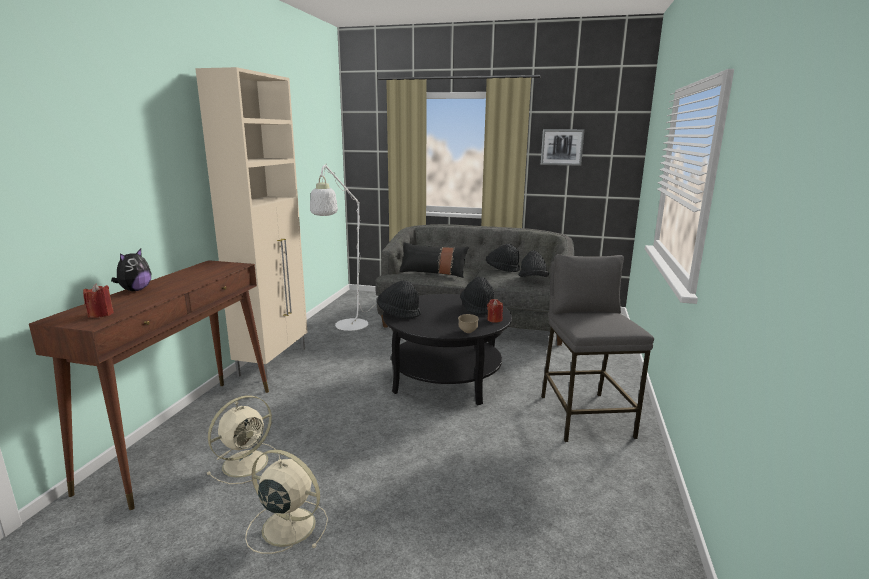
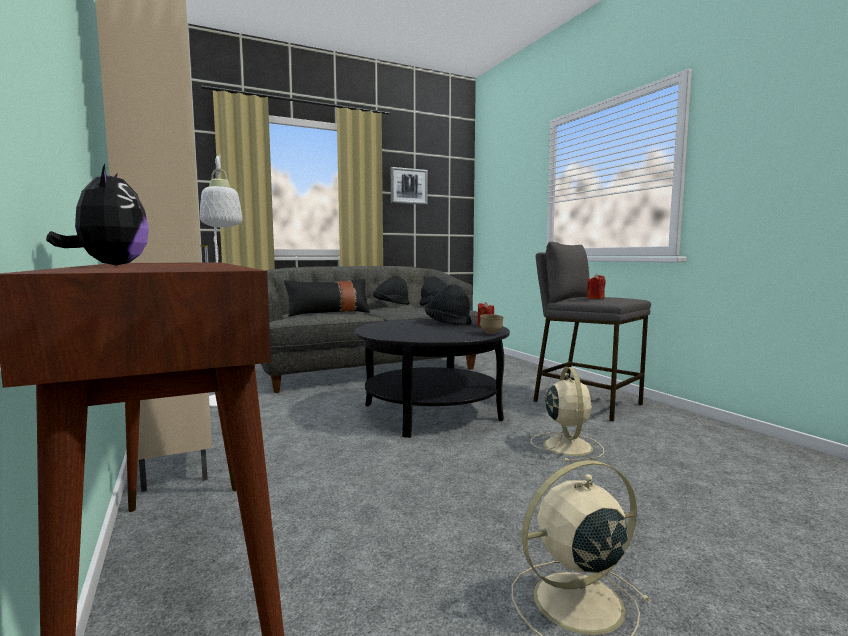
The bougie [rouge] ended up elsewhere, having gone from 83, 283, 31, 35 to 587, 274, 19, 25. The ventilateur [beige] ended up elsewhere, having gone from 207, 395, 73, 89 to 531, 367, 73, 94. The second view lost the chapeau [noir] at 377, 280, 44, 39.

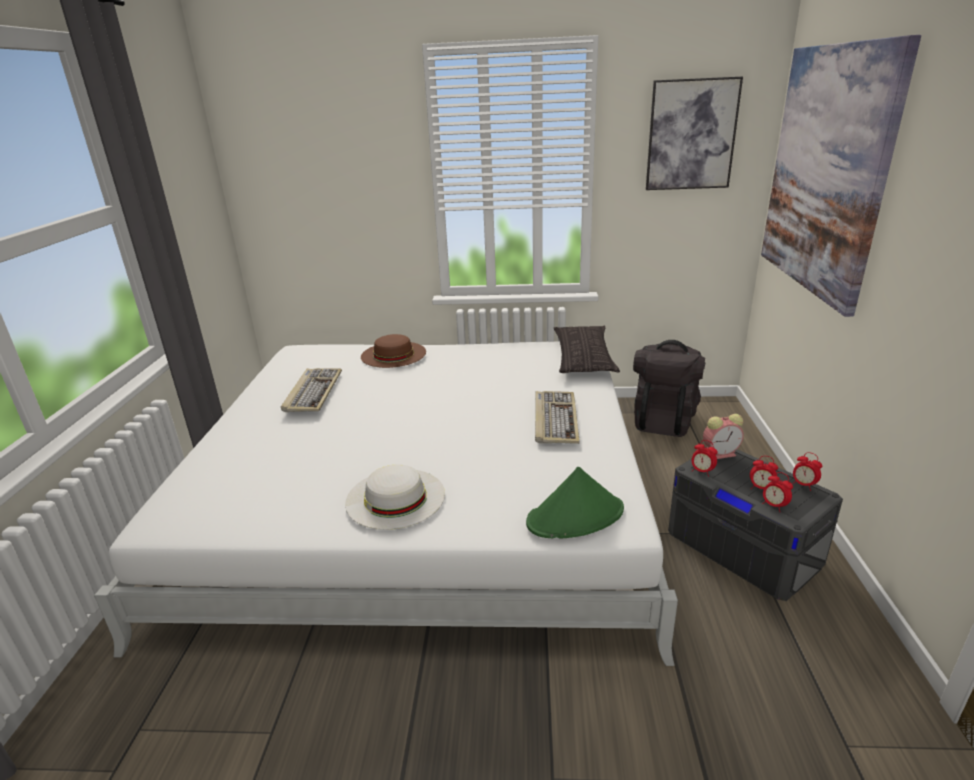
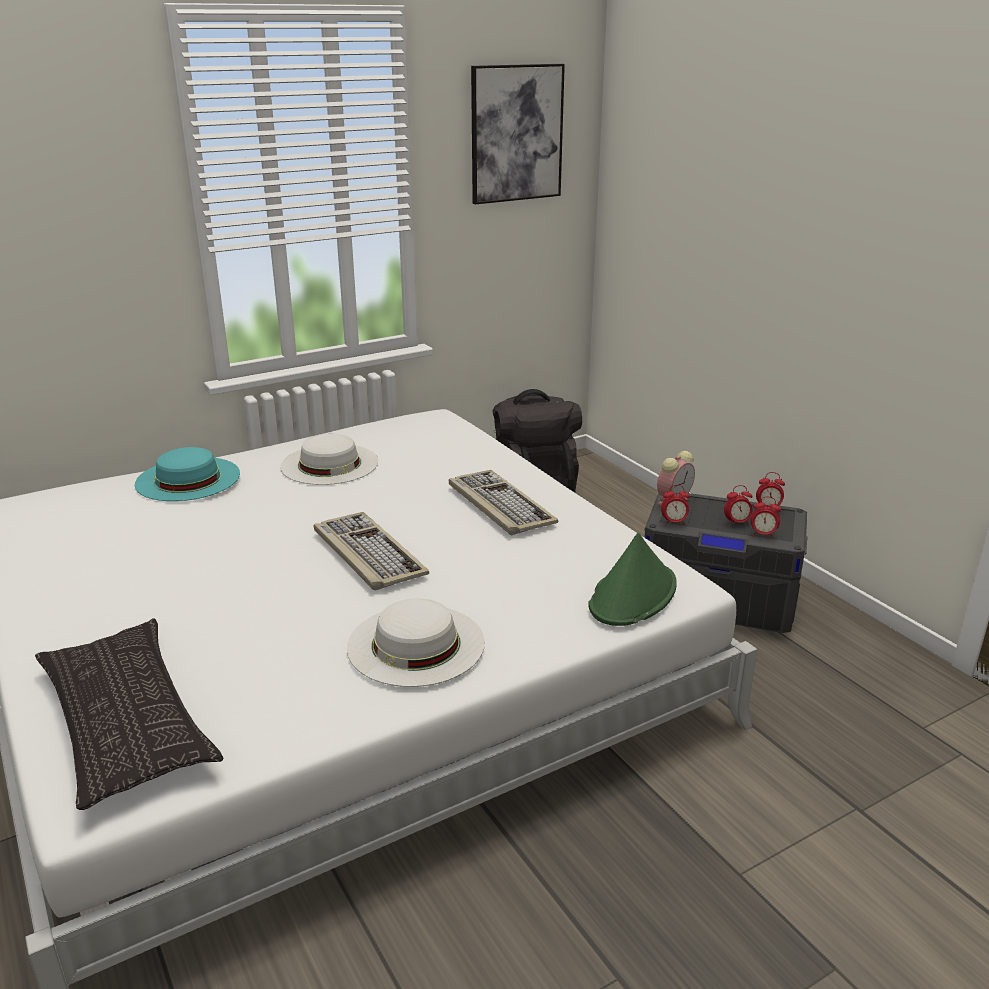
The clavier ended up elsewhere, having gone from 281, 368, 61, 44 to 314, 512, 115, 78. What was the chapeau [marron] at 361, 334, 65, 34 turned into the chapeau [turquoise] at 135, 447, 105, 54. The coussin ended up elsewhere, having gone from 554, 326, 66, 47 to 35, 618, 189, 192. The second view lost the tableau at 761, 35, 160, 282. The second view gained the chapeau [blanc] at 280, 434, 98, 51.

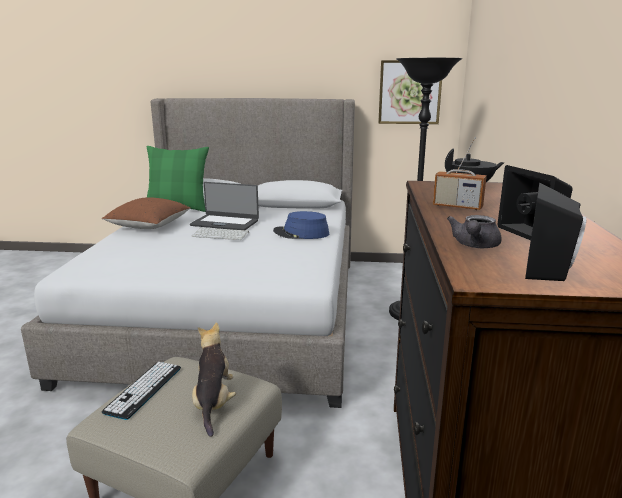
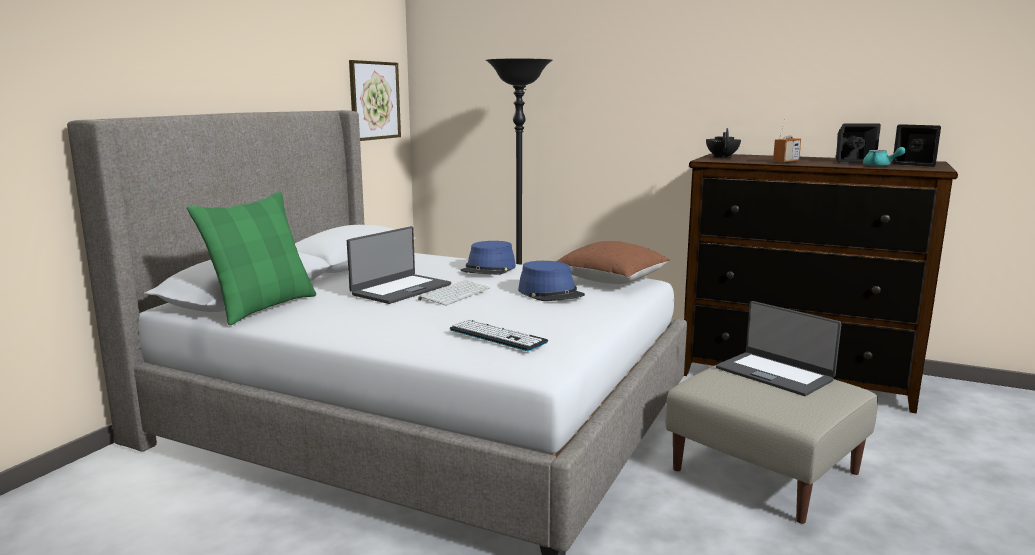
The coussin [marron] ended up elsewhere, having gone from 102, 197, 89, 32 to 556, 241, 114, 43. The clavier ended up elsewhere, having gone from 102, 362, 79, 58 to 450, 319, 98, 32. Where the peluche stood at 192, 322, 44, 115, the ordinateur portable came to stand at 716, 301, 126, 95. What was the théière [gris] at 447, 215, 55, 33 turned into the théière [turquoise] at 863, 147, 43, 19. The second view gained the chapeau [bleu] at 518, 261, 67, 40.

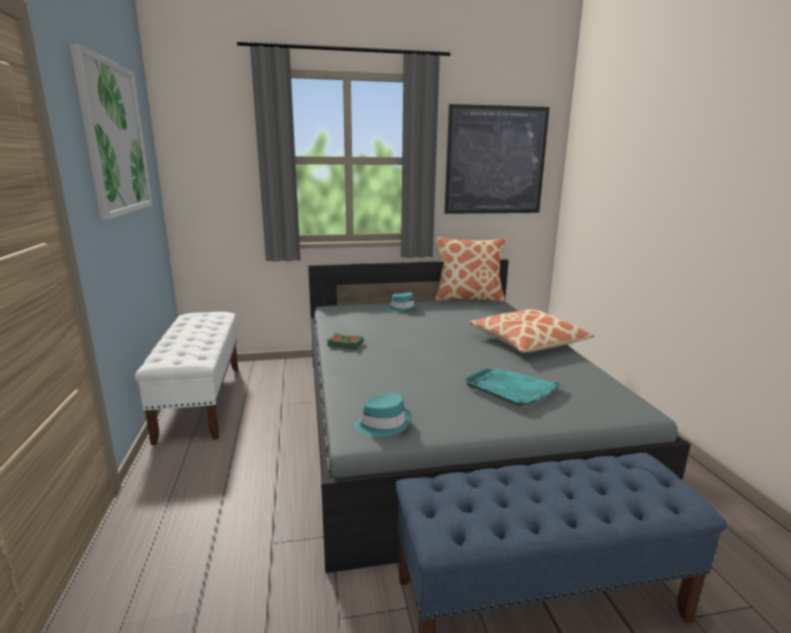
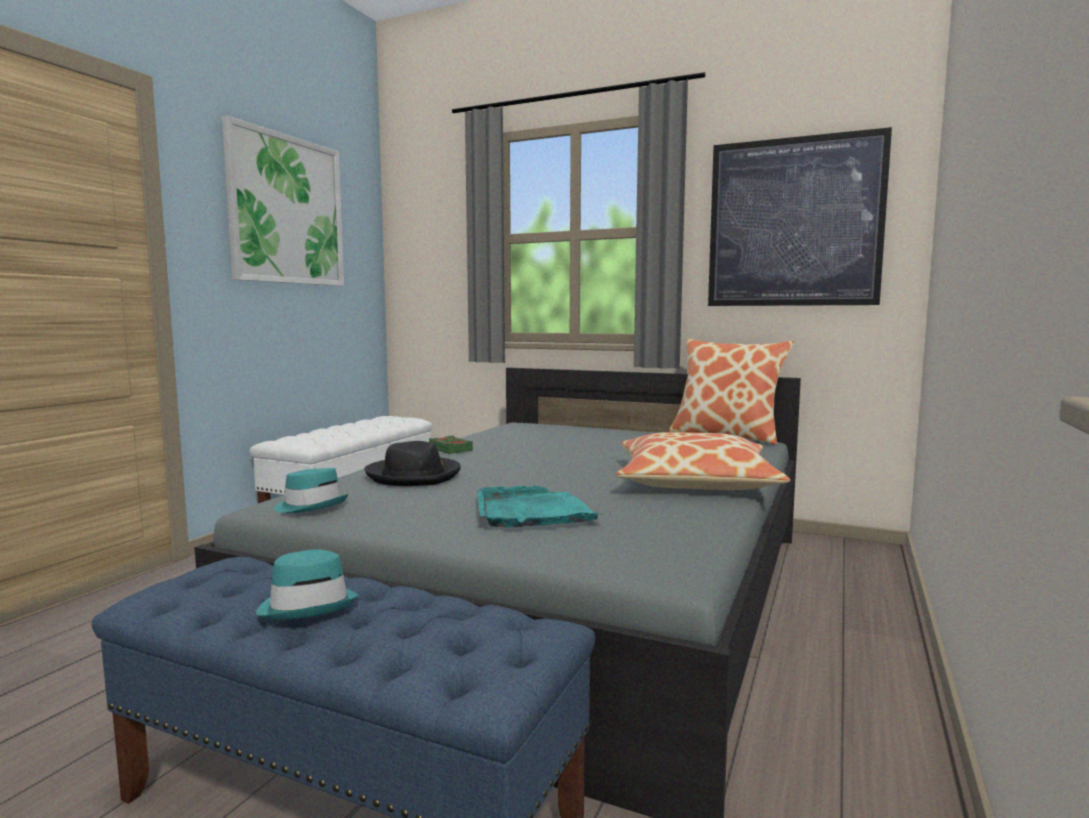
The chapeau [turquoise] ended up elsewhere, having gone from 386, 293, 31, 19 to 256, 549, 103, 71. The second view gained the chapeau [noir] at 364, 441, 97, 45.

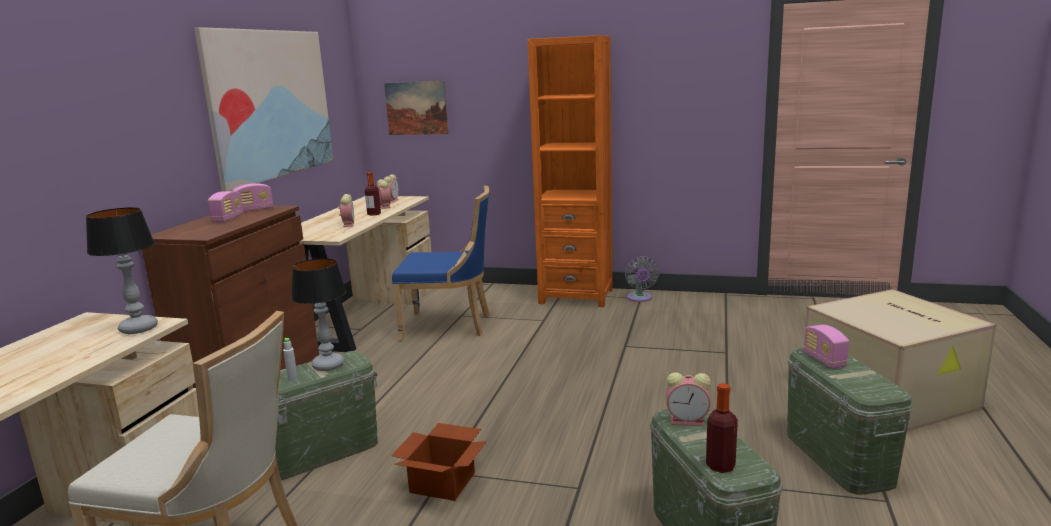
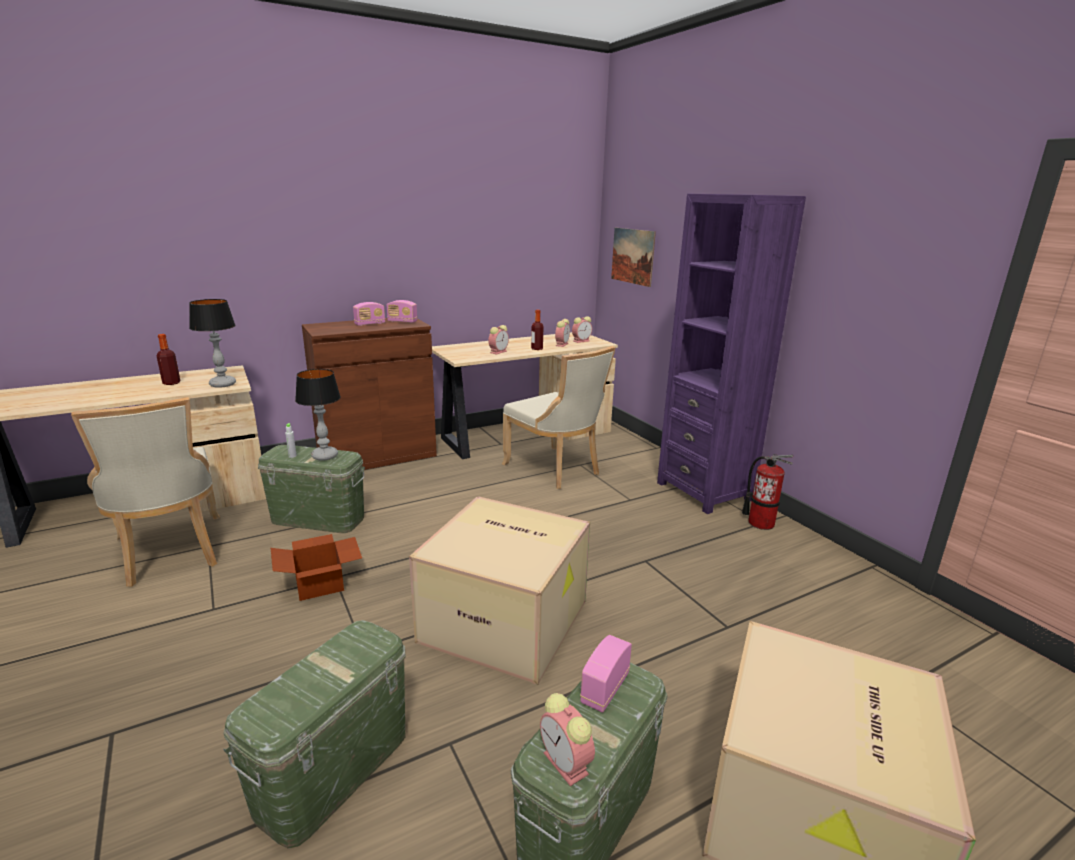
The second view lost the tableau at 194, 27, 140, 164. What was the chaise [bleu] at 392, 186, 98, 155 turned into the chaise [beige] at 502, 346, 114, 143. What was the bibliothèque [orange] at 528, 35, 85, 272 turned into the bibliothèque [violet] at 657, 194, 149, 320. Where the ventilateur [gris] stood at 625, 256, 34, 46, the extincteur came to stand at 742, 454, 51, 76. The réveil ended up elsewhere, having gone from 666, 373, 45, 53 to 540, 693, 55, 93. The bouteille ended up elsewhere, having gone from 706, 383, 32, 90 to 157, 334, 24, 51. The second view gained the carton at 409, 496, 181, 189.

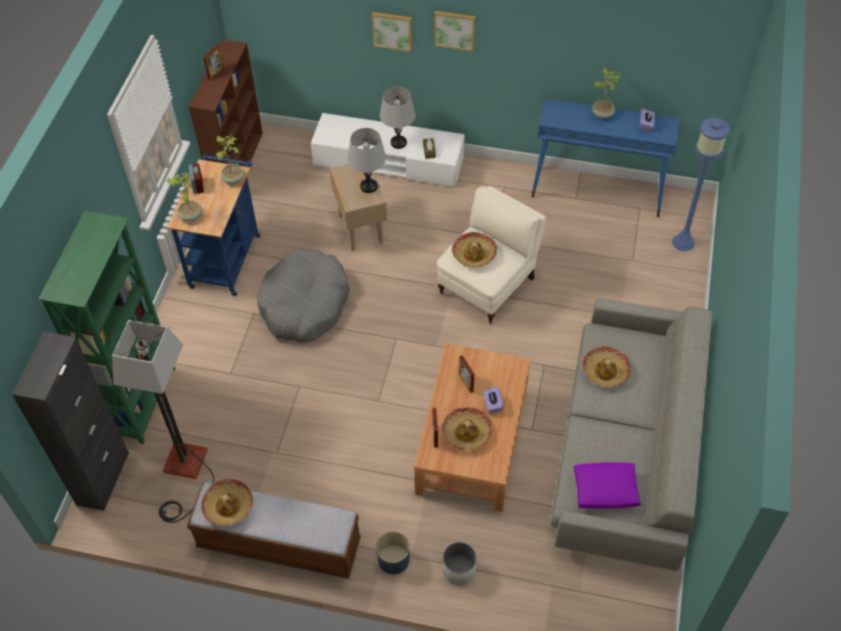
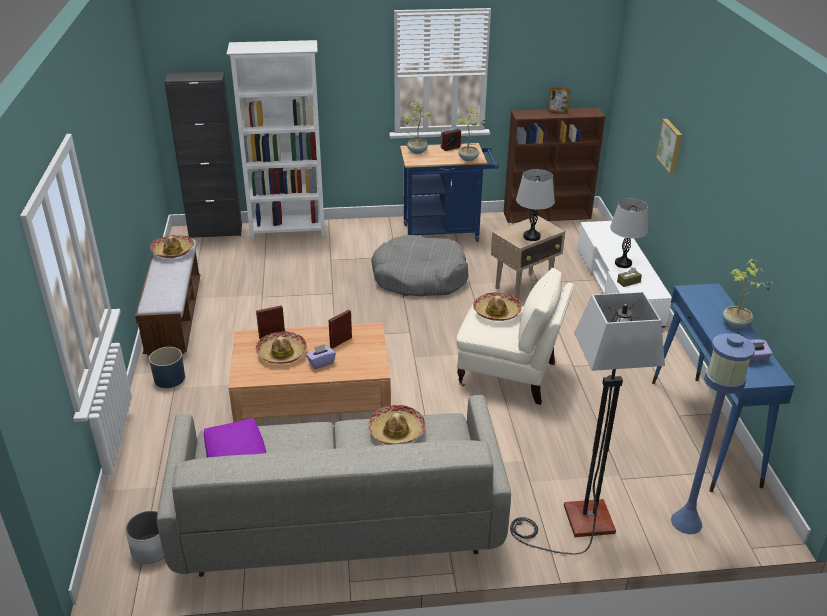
What was the bibliothèque [vert] at 38, 211, 137, 233 turned into the bibliothèque [blanc] at 227, 40, 98, 200. The lampadaire ended up elsewhere, having gone from 112, 320, 102, 203 to 510, 292, 155, 263. The second view lost the tableau at 434, 11, 41, 40. The cache-pot [blanc] ended up elsewhere, having gone from 442, 542, 35, 43 to 125, 510, 39, 54.

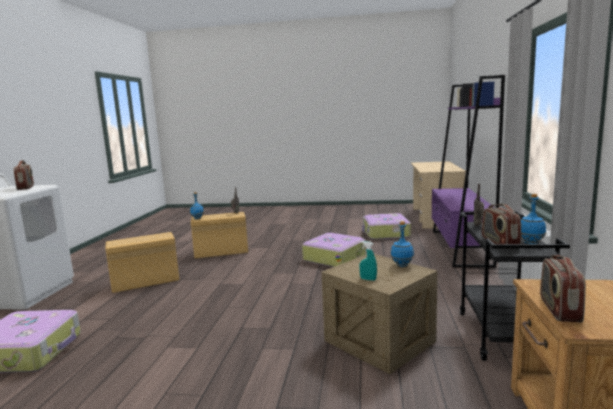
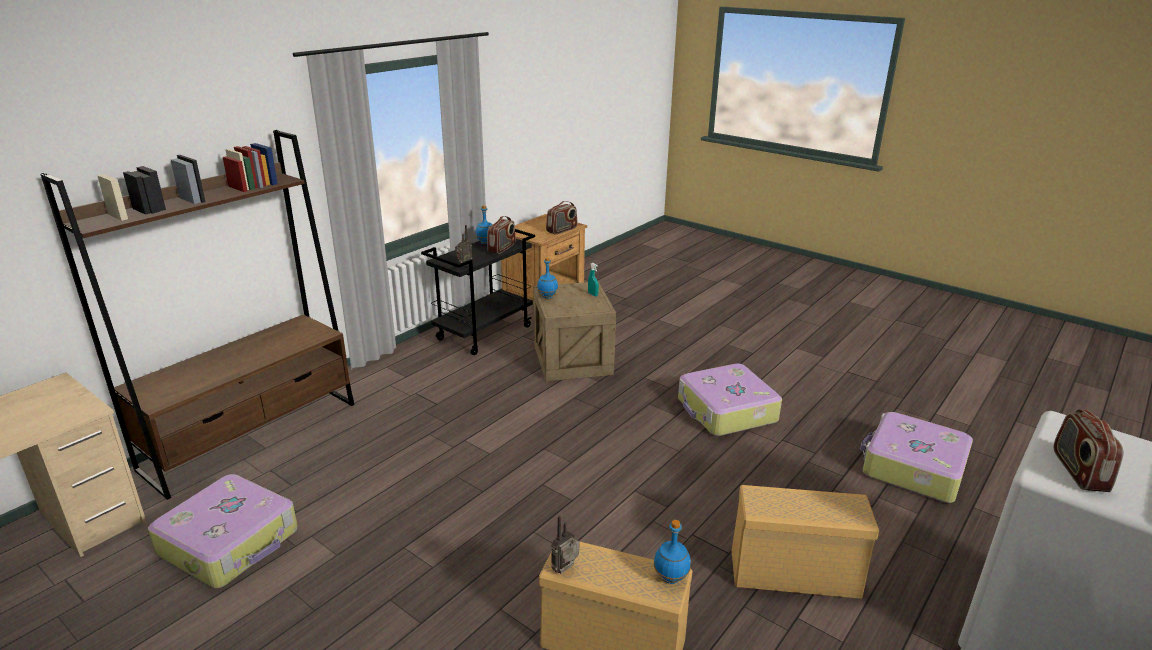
The valise ended up elsewhere, having gone from 302, 233, 64, 34 to 678, 363, 104, 73. What was the bibliothèque [violet] at 432, 75, 73, 193 turned into the bibliothèque [marron] at 40, 130, 314, 370.

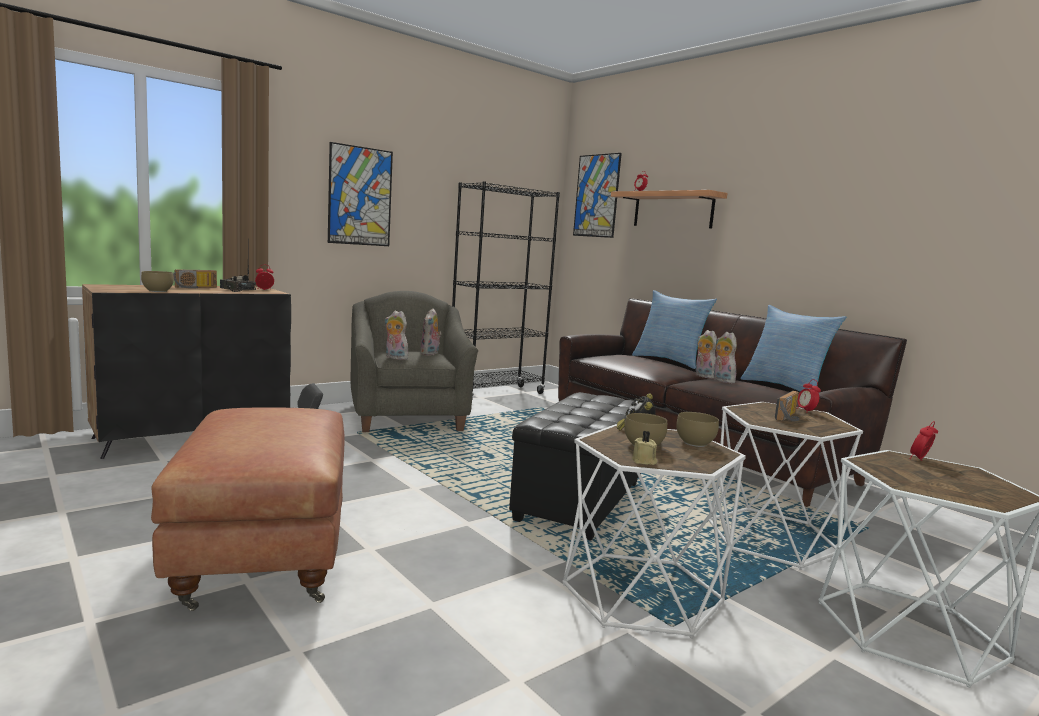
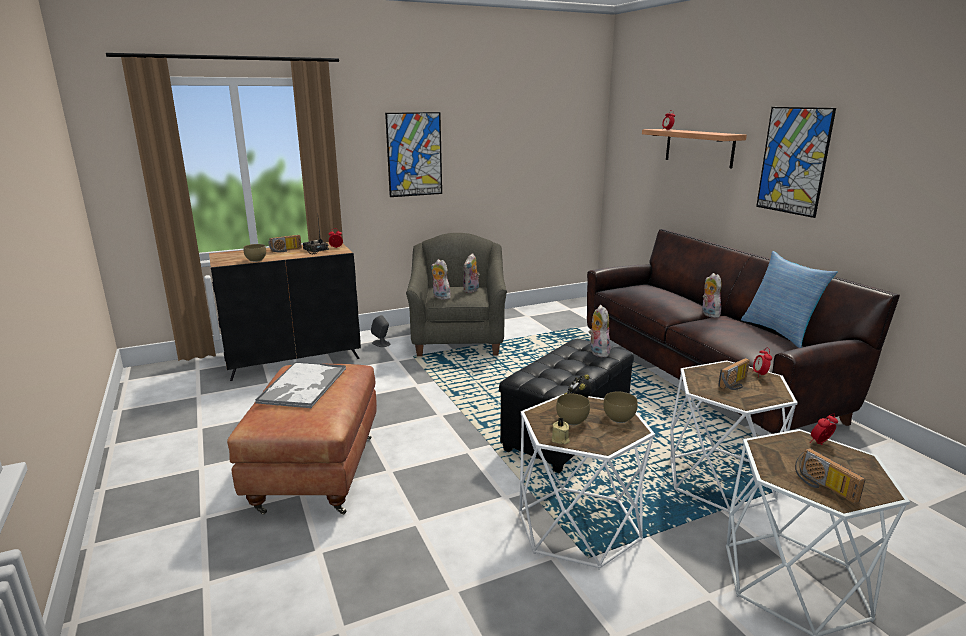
The second view lost the bibliothèque [noir] at 452, 181, 108, 215. The tableau ended up elsewhere, having gone from 573, 153, 49, 85 to 756, 107, 80, 111. The second view lost the coussin at 632, 290, 85, 79. The peluche ended up elsewhere, having gone from 714, 332, 23, 51 to 589, 305, 21, 52. The second view gained the plateau at 255, 362, 91, 46. The second view gained the radio at 795, 448, 70, 56.

